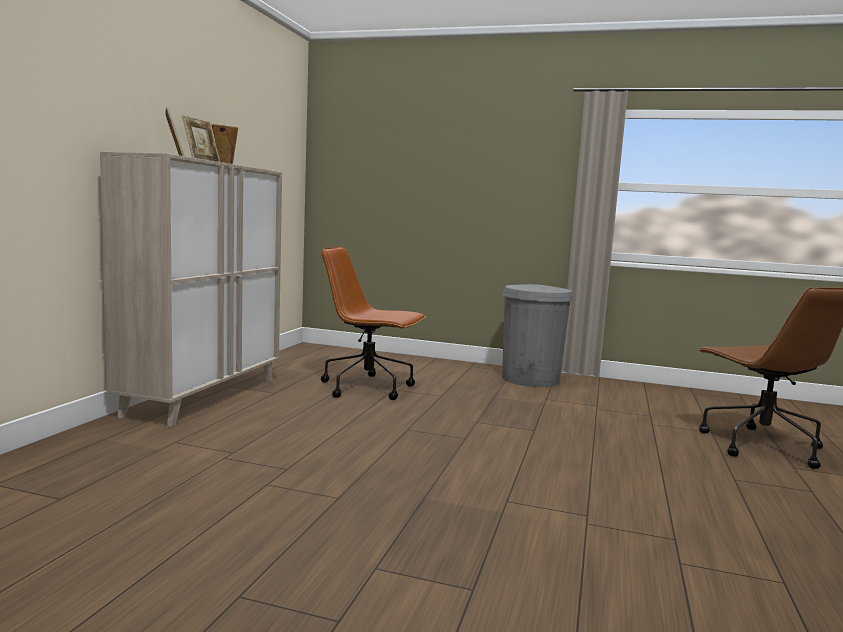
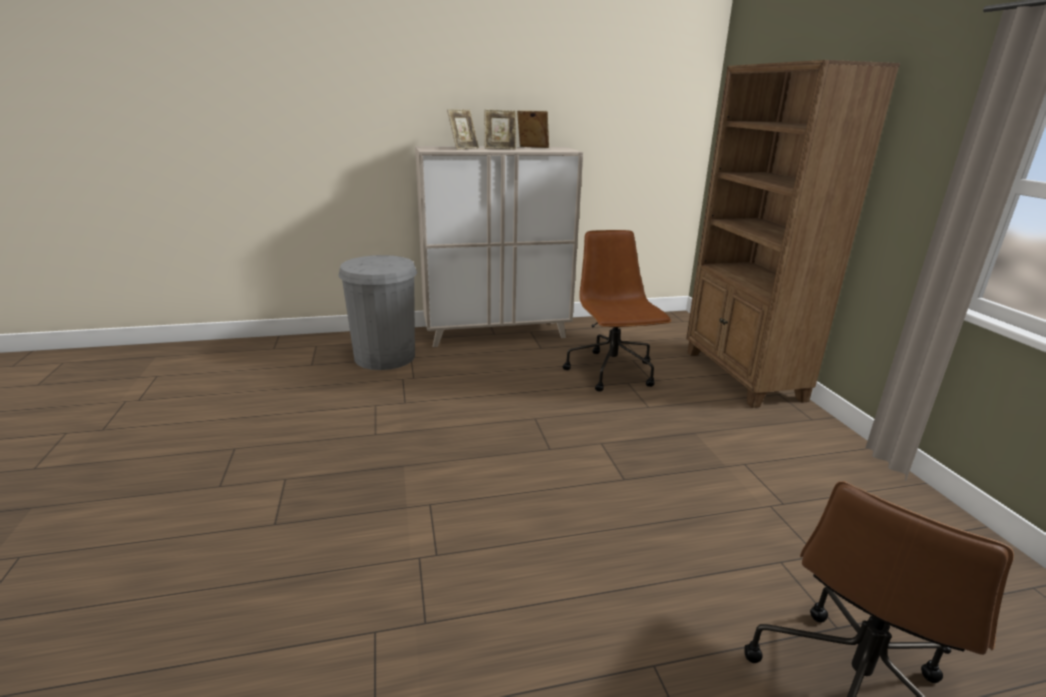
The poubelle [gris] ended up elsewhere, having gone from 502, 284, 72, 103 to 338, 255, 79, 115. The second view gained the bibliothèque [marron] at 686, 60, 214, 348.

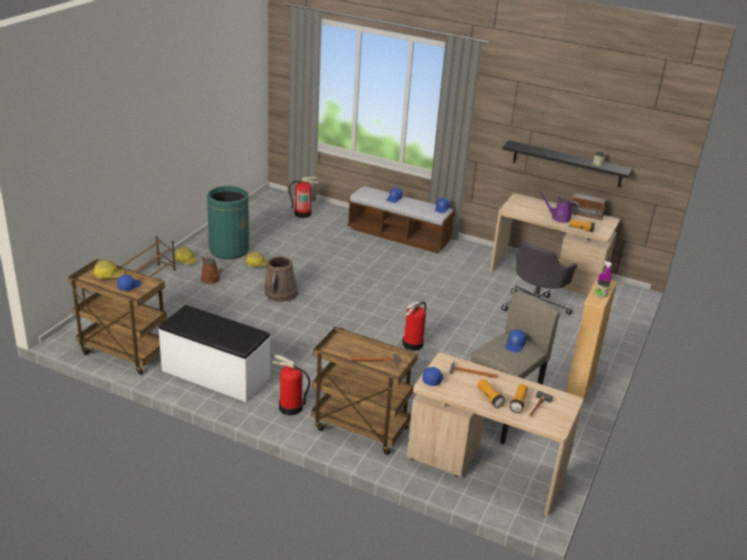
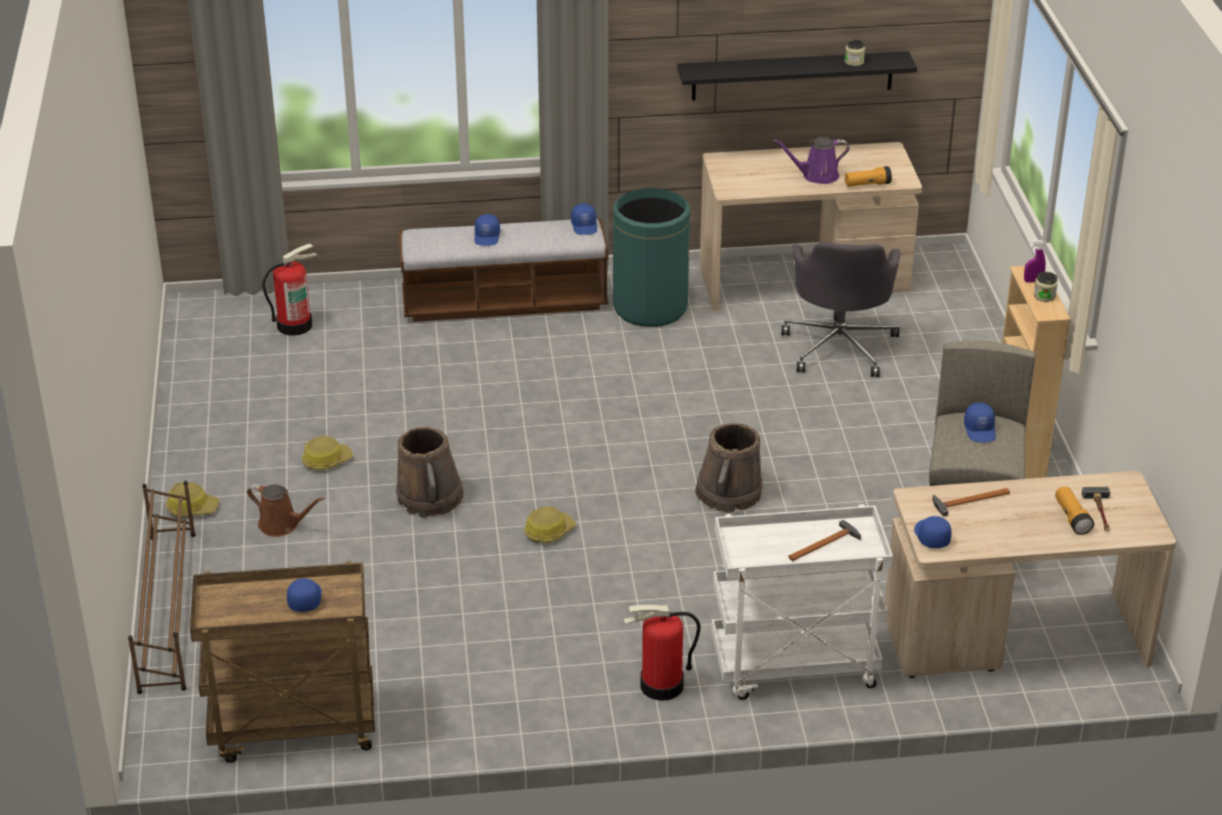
The casque de chantier ended up elsewhere, having gone from 93, 260, 32, 19 to 524, 506, 52, 37. The second view lost the banc [blanc] at 158, 305, 112, 97. The poubelle [vert] ended up elsewhere, having gone from 207, 186, 42, 73 to 613, 188, 77, 139. What was the chariot [marron] at 311, 327, 107, 128 turned into the chariot [blanc] at 711, 504, 182, 196. Where the extincteur stood at 402, 301, 24, 50, the seau [marron] came to stand at 695, 423, 68, 90. The second view lost the lampe de poche at 478, 379, 28, 29. The second view lost the radio at 571, 192, 37, 28.

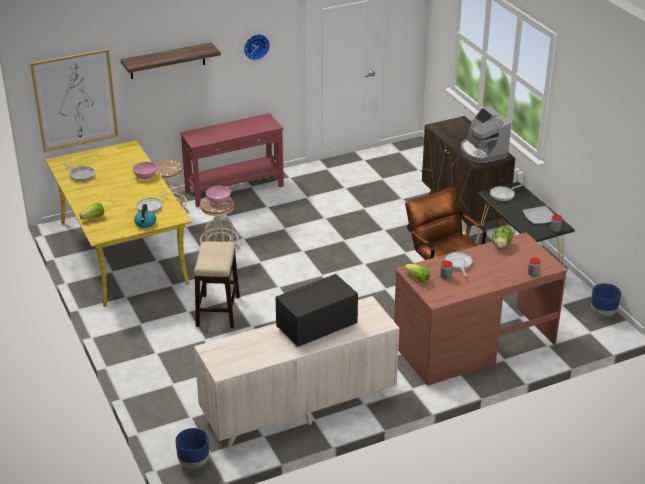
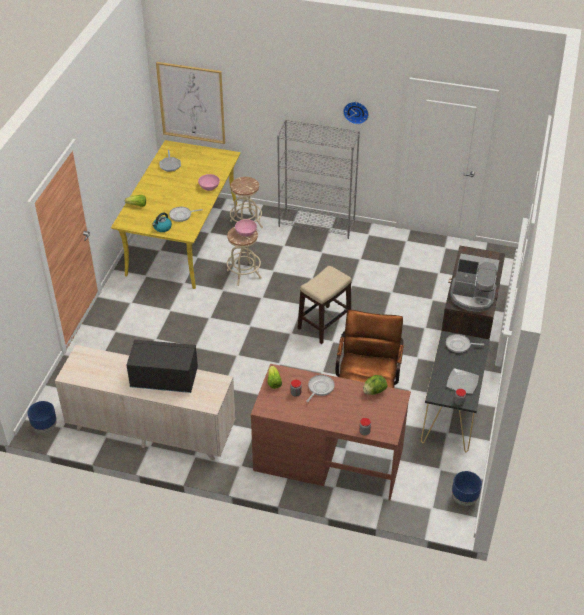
The second view lost the étagère at 121, 42, 100, 37. Where the table console [rouge] stood at 180, 113, 104, 94, the bibliothèque [gris] came to stand at 277, 120, 83, 119. The tabouret ended up elsewhere, having gone from 194, 241, 46, 87 to 298, 266, 54, 78. The machine à café at 461, 107, 50, 56 ended up facing another way, 90 degrees counterclockwise from before.

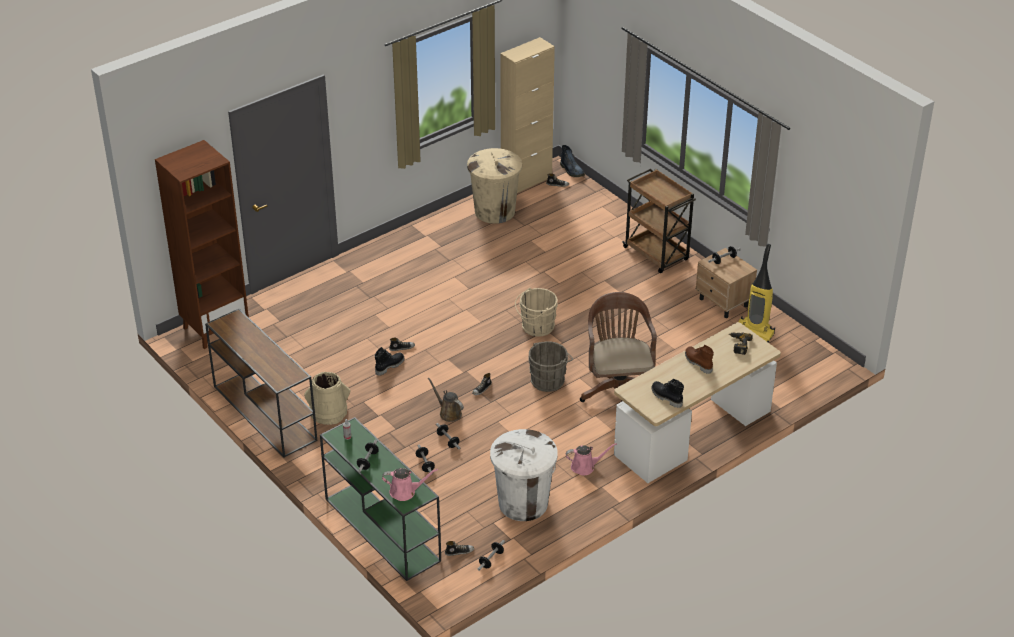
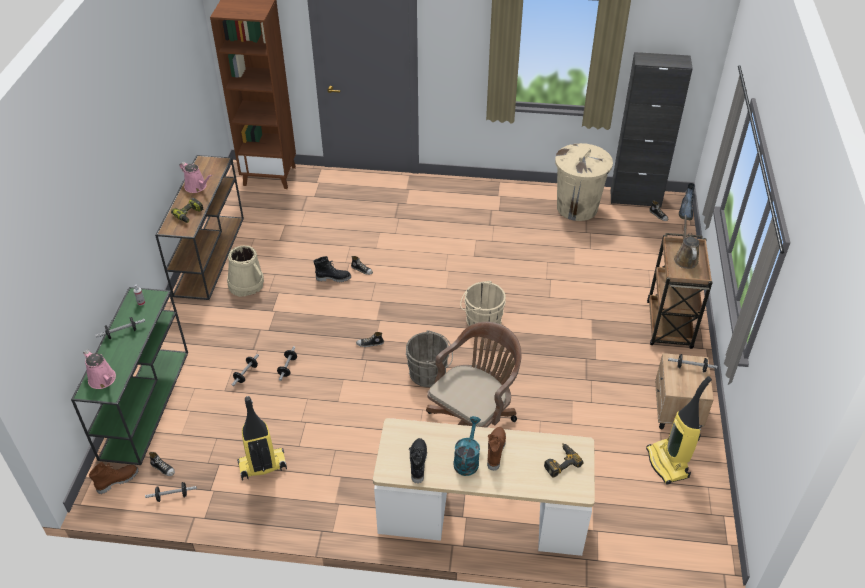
The arrosoir [marron] ended up elsewhere, having gone from 428, 378, 36, 44 to 674, 215, 25, 54. Where the poubelle [blanc] stood at 490, 429, 68, 92, the aspirateur came to stand at 237, 396, 50, 85. What was the meuble de rangement [beige] at 500, 37, 55, 156 turned into the meuble de rangement [noir] at 611, 52, 82, 155. The arrosoir [rose] ended up elsewhere, having gone from 566, 443, 51, 32 to 179, 162, 33, 31. The second view gained the botte [marron] at 89, 462, 49, 32. The second view gained the perceuse at 171, 198, 33, 25. The second view gained the arrosoir [turquoise] at 453, 416, 27, 60.

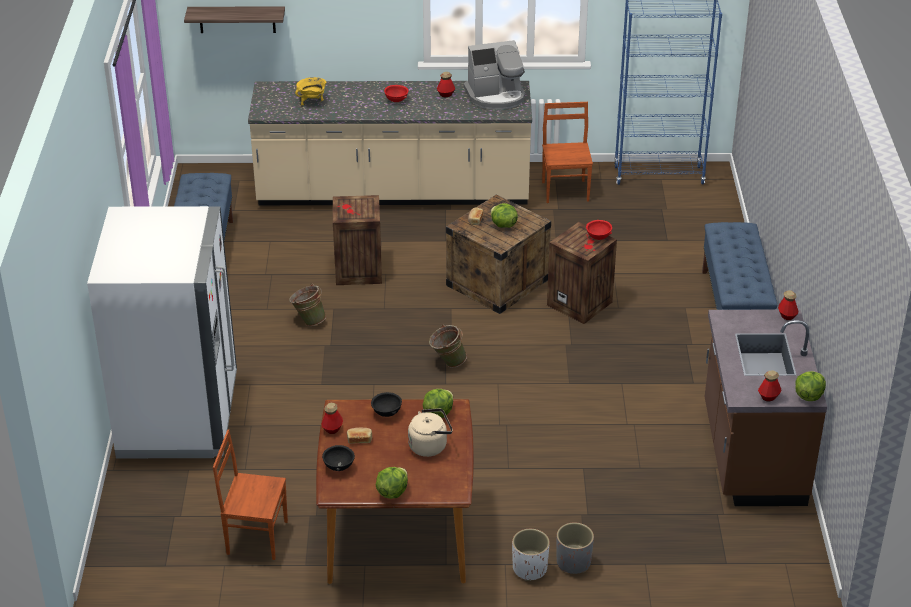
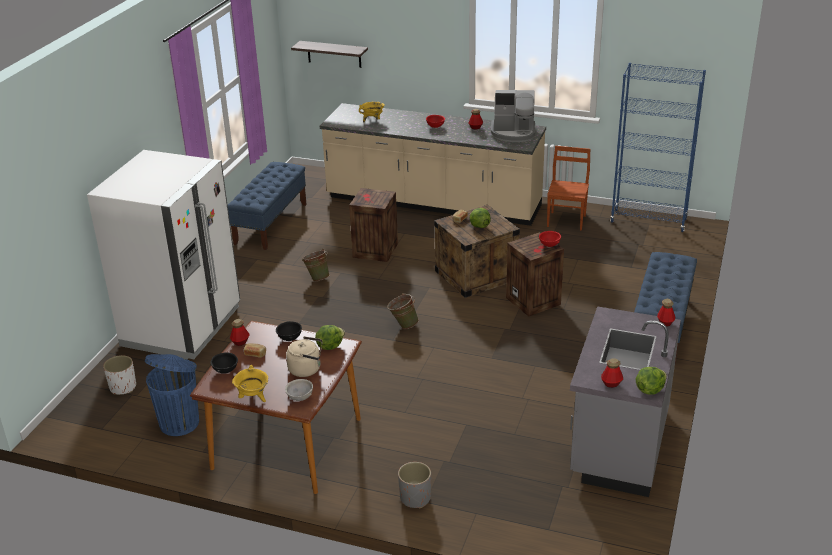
Where the chaise [marron] stood at 213, 430, 75, 130, the poubelle [bleu] came to stand at 145, 354, 54, 82. Where the laitue stood at 376, 467, 32, 32, the marmite [jaune] came to stand at 232, 365, 36, 37. The cache-pot [blanc] ended up elsewhere, having gone from 512, 529, 38, 52 to 103, 355, 33, 40. What was the comptoir de cuisine [marron] at 705, 309, 122, 197 turned into the comptoir de cuisine [gris] at 570, 306, 111, 191. The second view gained the bol [gris] at 285, 379, 28, 22.

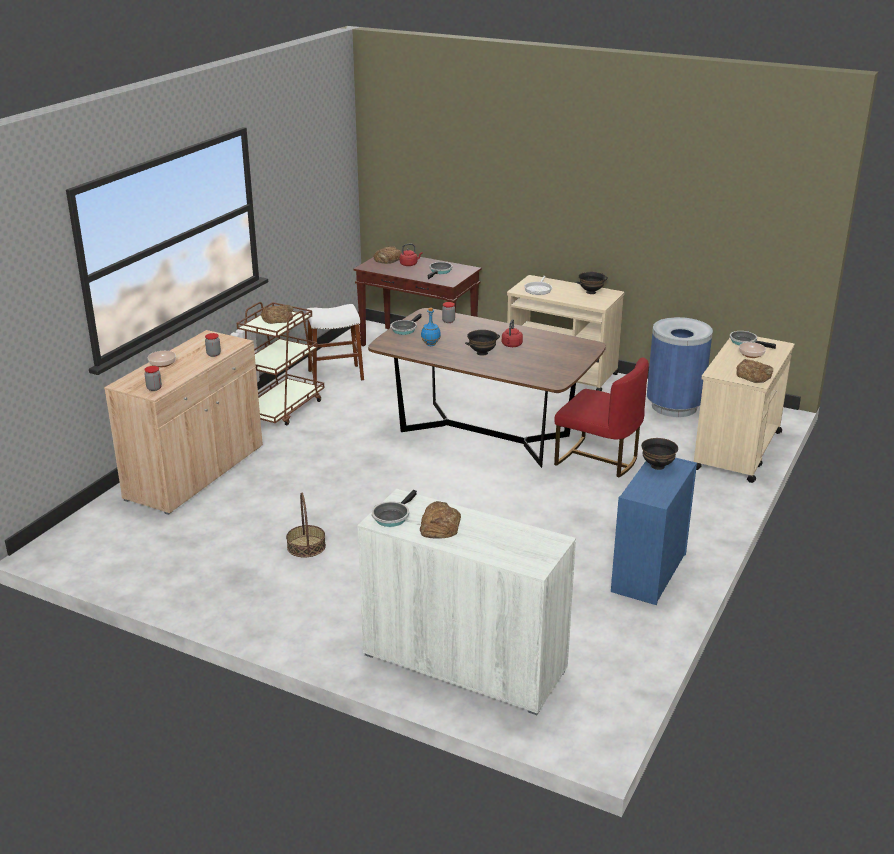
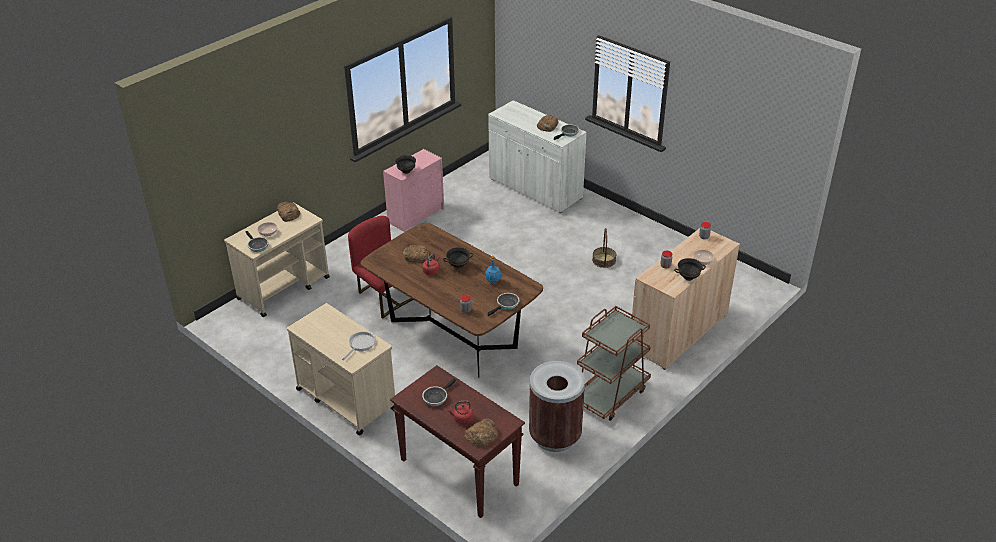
The pain ended up elsewhere, having gone from 261, 305, 32, 19 to 403, 245, 27, 18. Where the tabouret [blanc] stood at 306, 304, 58, 81, the poubelle [marron] came to stand at 529, 361, 56, 91. The bol [noir] ended up elsewhere, having gone from 576, 272, 32, 22 to 674, 258, 32, 23. What was the commode [bleu] at 611, 458, 86, 147 turned into the commode [rose] at 383, 149, 61, 83. The second view lost the poubelle [bleu] at 647, 317, 66, 100.

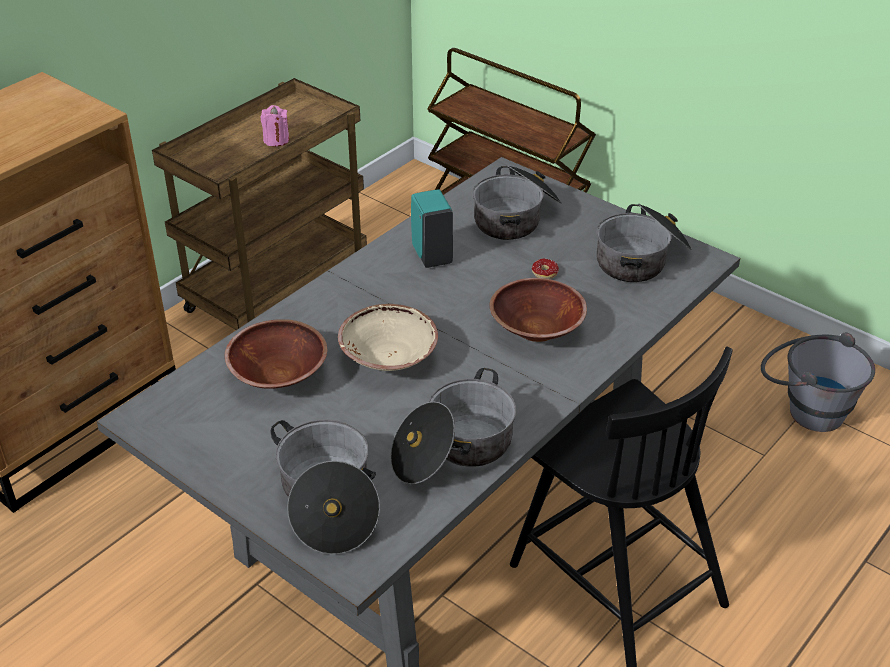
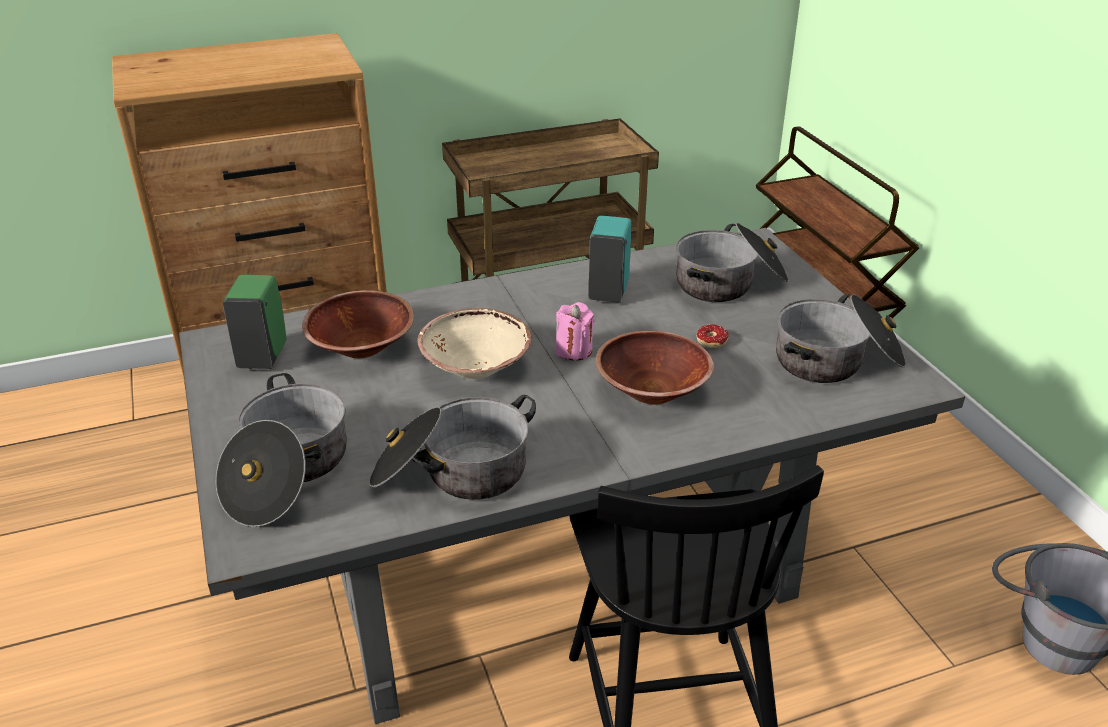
The bougie [rose] ended up elsewhere, having gone from 260, 105, 29, 41 to 556, 302, 39, 58. The second view gained the distributeur de savon [vert] at 223, 275, 64, 94.

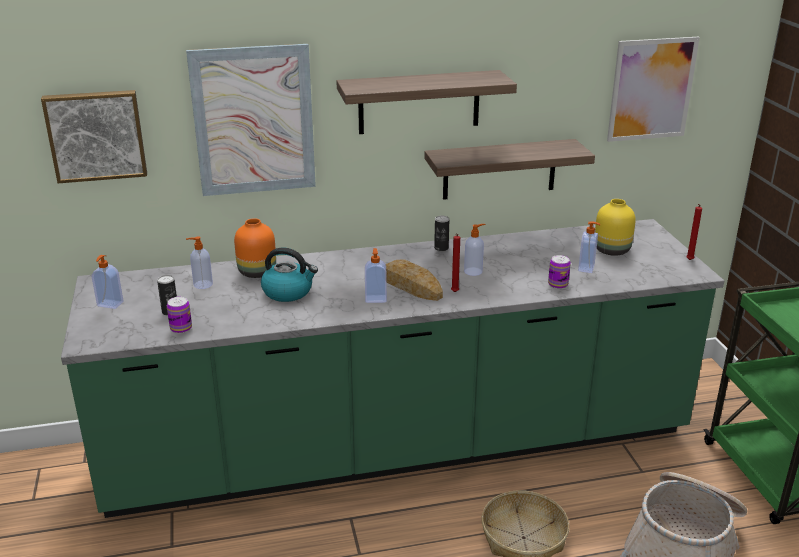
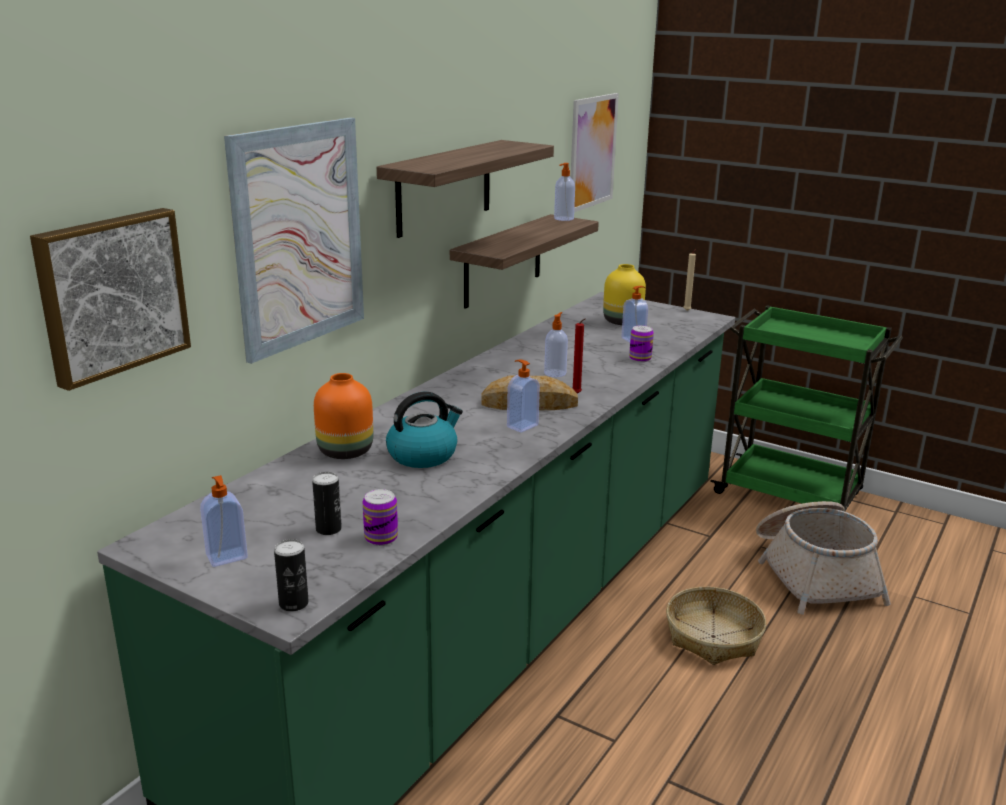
The distributeur de savon ended up elsewhere, having gone from 186, 236, 27, 53 to 554, 163, 21, 58. The boîte métallique ended up elsewhere, having gone from 434, 216, 15, 35 to 274, 539, 35, 72. What was the bougie [rouge] at 686, 204, 16, 56 turned into the bougie [beige] at 683, 249, 13, 62.

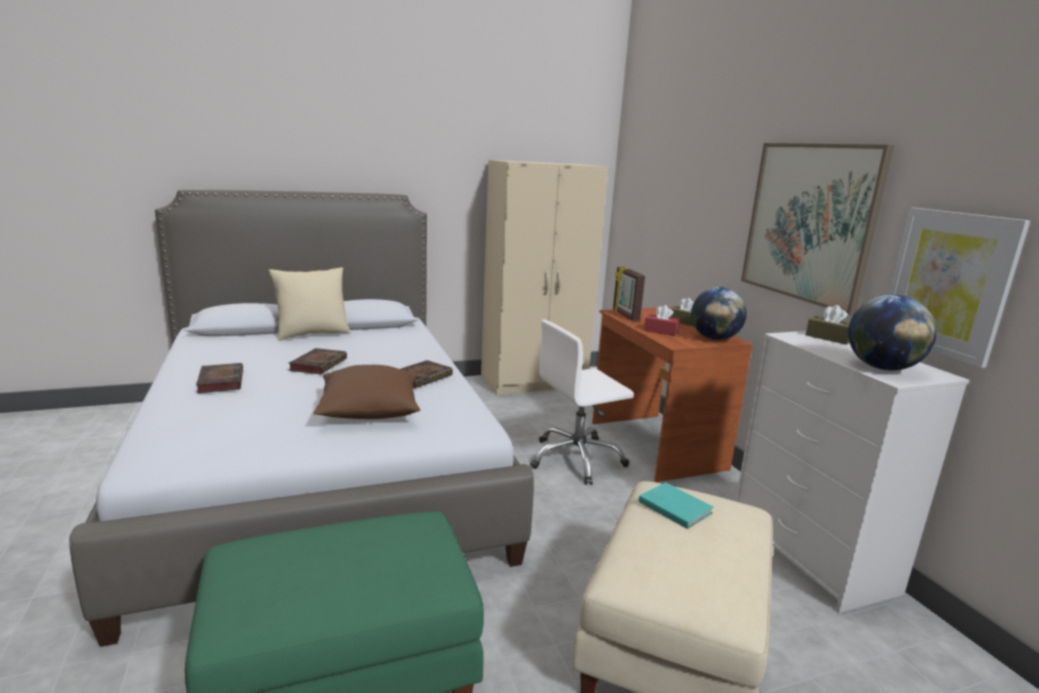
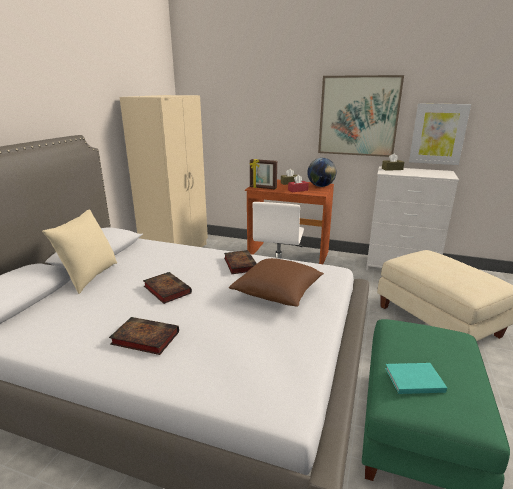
The livre [turquoise] ended up elsewhere, having gone from 639, 482, 75, 47 to 385, 363, 62, 31. The second view lost the globe at 848, 295, 89, 75.

